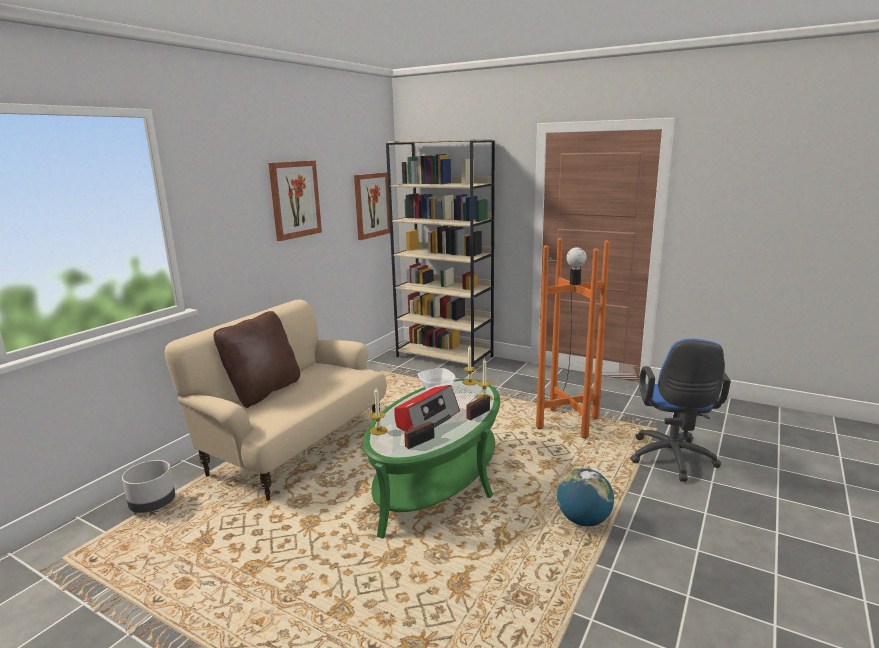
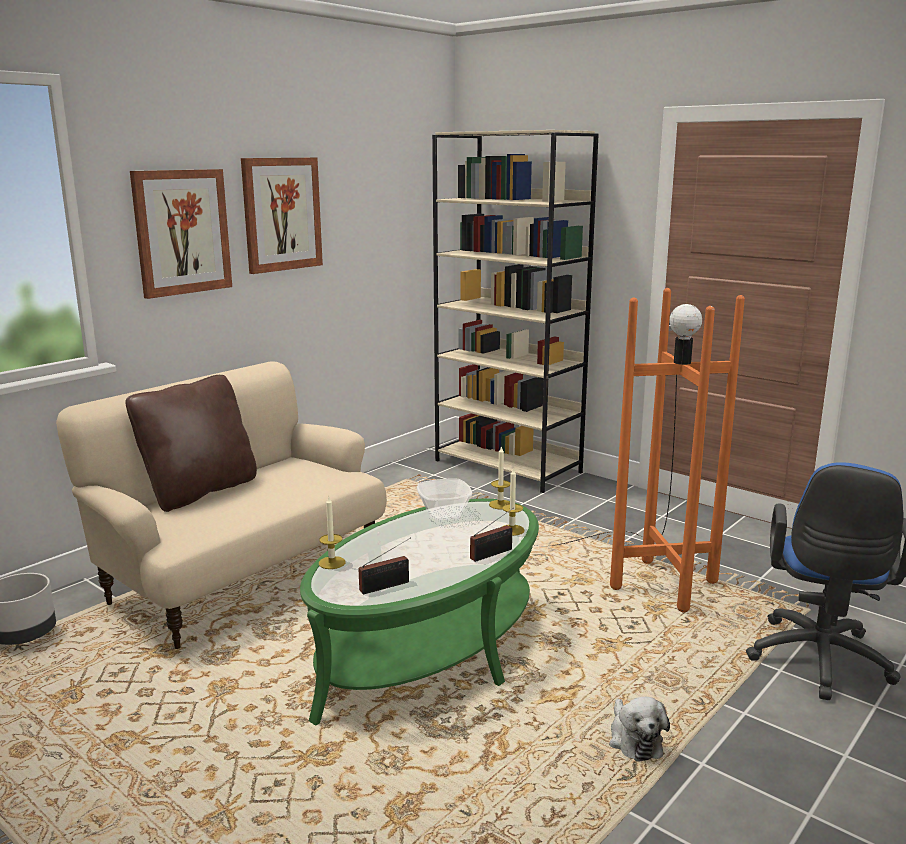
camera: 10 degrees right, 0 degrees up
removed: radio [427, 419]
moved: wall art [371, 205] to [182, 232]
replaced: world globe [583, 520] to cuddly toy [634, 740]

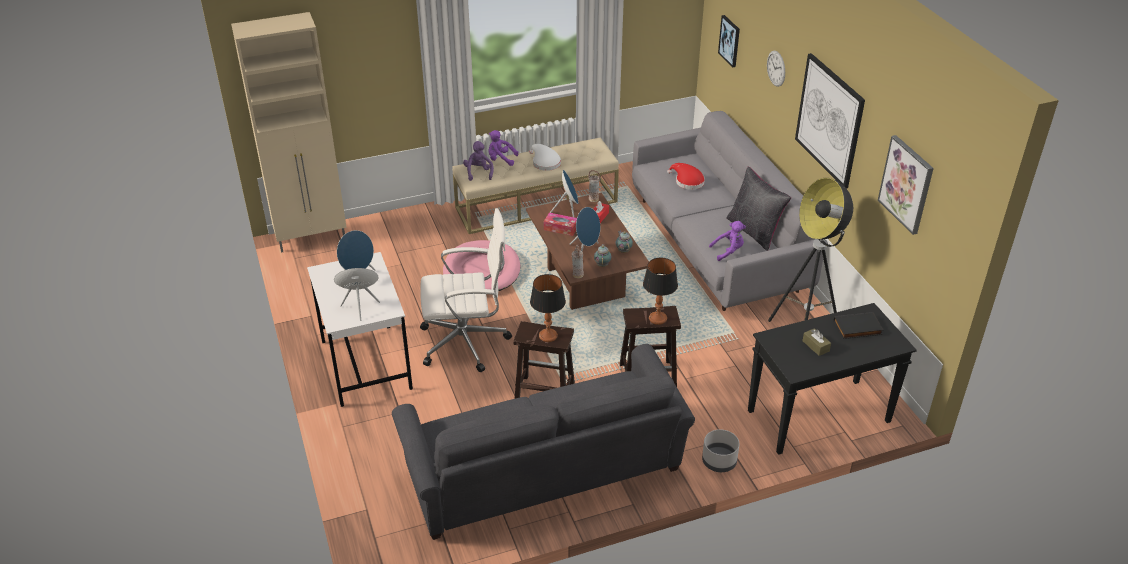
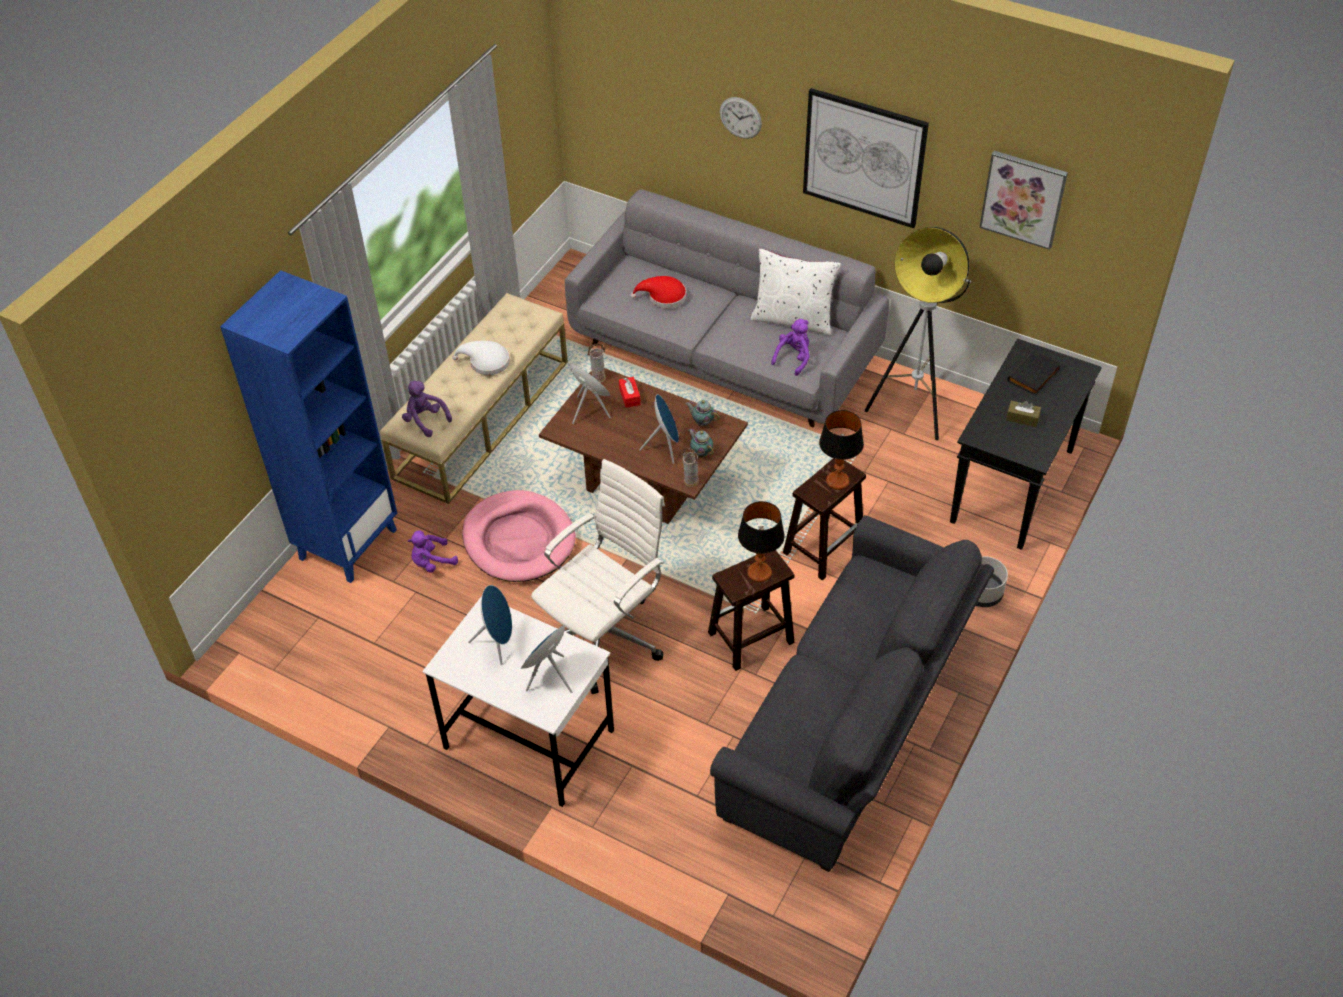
camera: 40 degrees left, 10 degrees up
removed: sand-coloured storage cabinet [312, 238]; box of tissues [561, 228]; wall art [730, 41]
added: blue-coloured bookcase [348, 543]
moved: purple-coloured cuddly toy [501, 159] to [432, 562]
recoloured: black throw pillow [754, 231] to whitish throw pillow [793, 319]

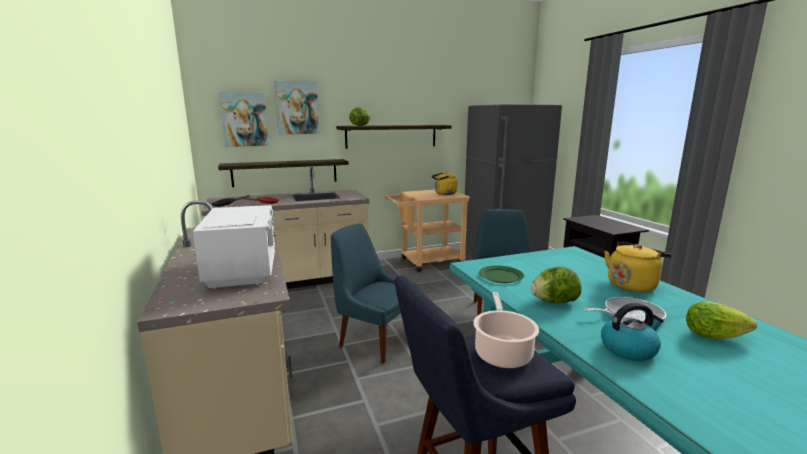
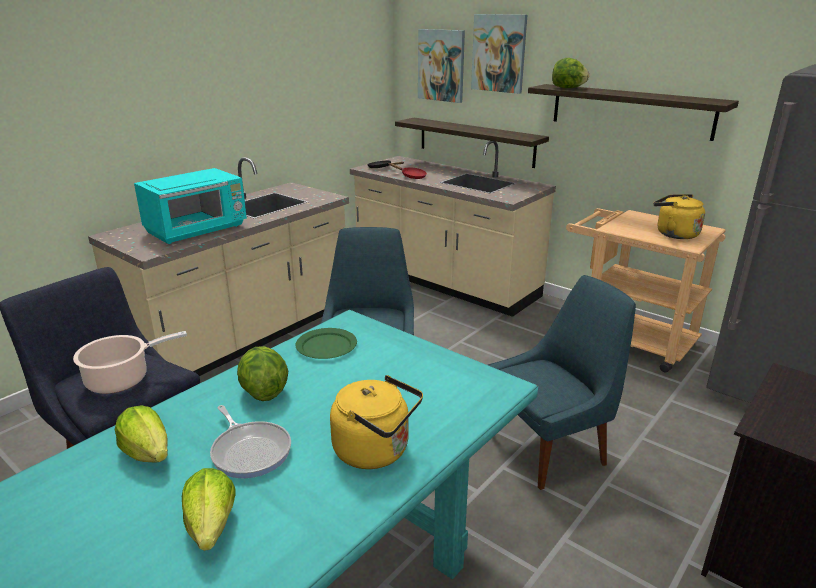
camera: 60 degrees right, 10 degrees up
replaced: tea kettle [629, 349] to head of lettuce [148, 453]
recoloured: whitish kitchen microwave [244, 270] to turquoise kitchen microwave [198, 230]

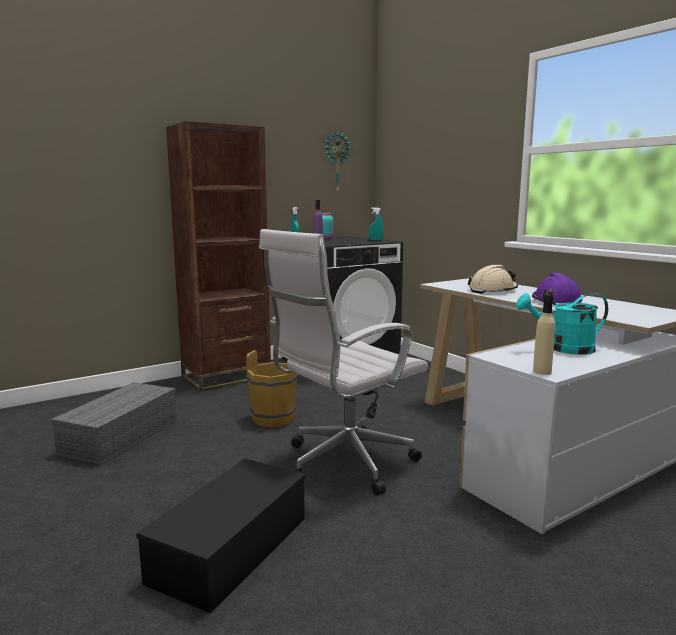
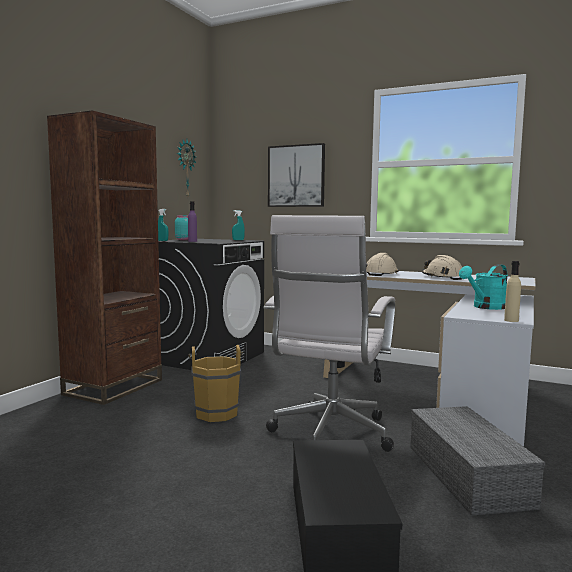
camera: 30 degrees left, 5 degrees down
added: wall art [296, 176]
moved: grey storage container [120, 437] to [470, 475]
recoloured: purple-coloured hard hat [555, 302] to sand-coloured hard hat [442, 277]

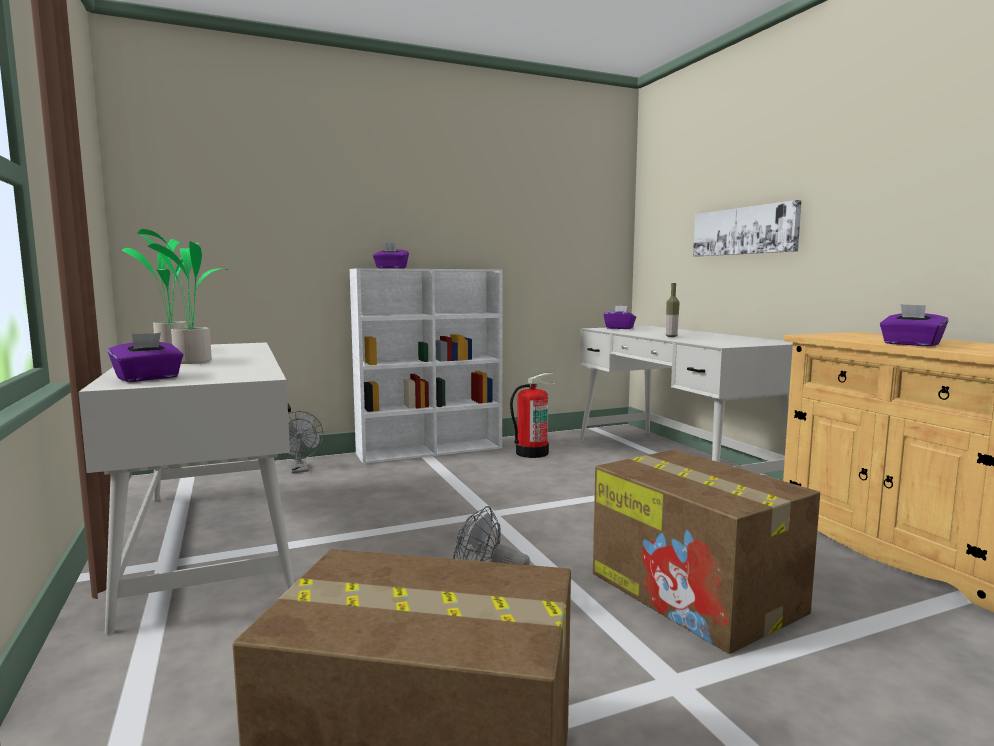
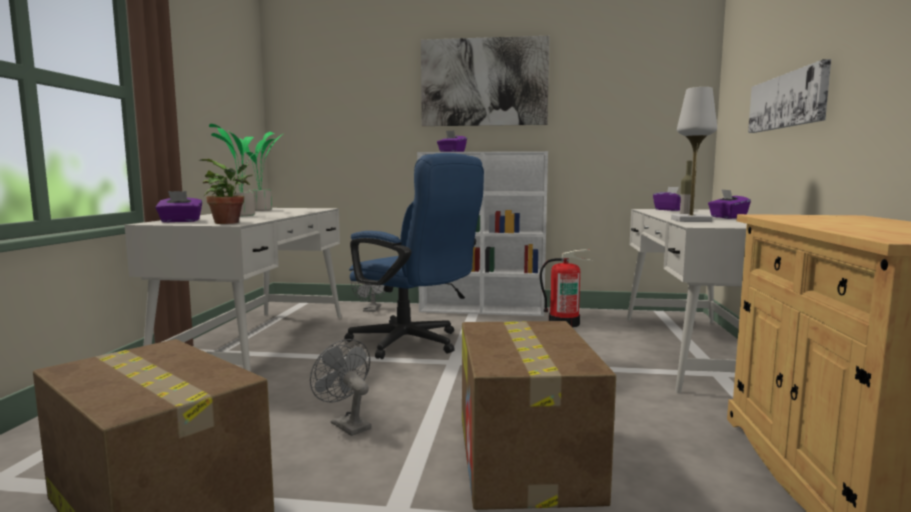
camera: 30 degrees right, 0 degrees up
added: plant in a pot [230, 223]; blue-coloured office chair [413, 344]; wall art [484, 82]; whitish tabletop lamp [691, 220]
moved: purple-coloured box of tissues [910, 344] to [727, 217]

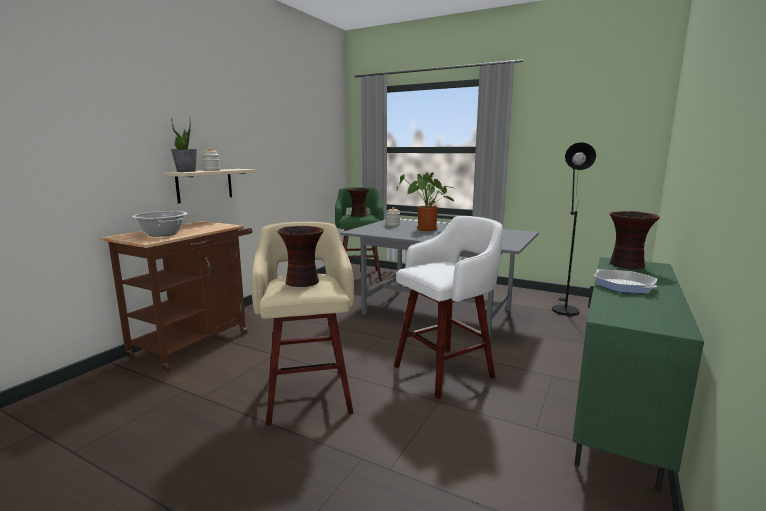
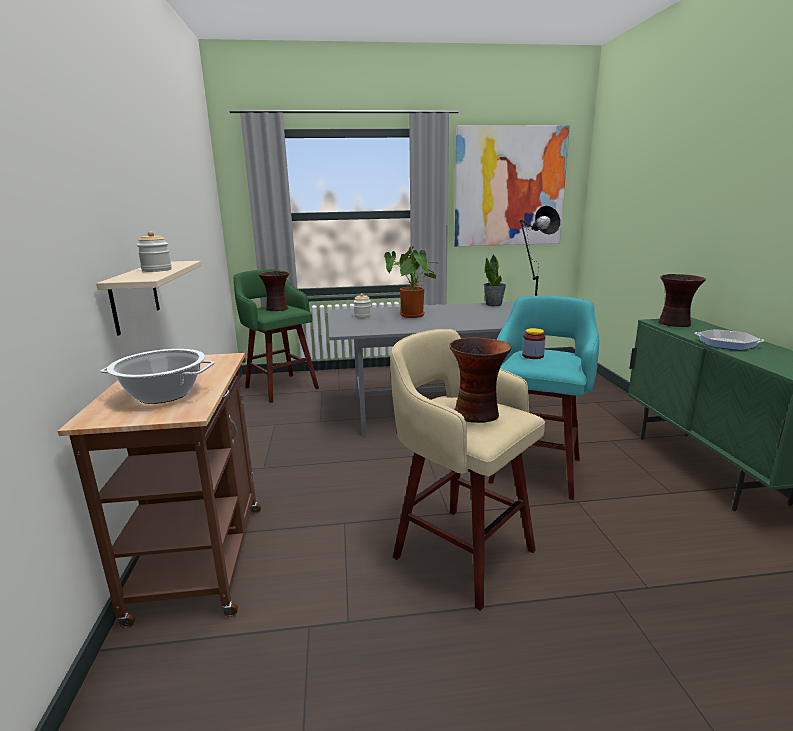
camera: 35 degrees left, 5 degrees up
added: wall art [509, 187]; jar [532, 356]
moved: plant in a pot [186, 171] to [494, 304]
recoloured: whitish stool [446, 371] to turquoise stool [536, 468]

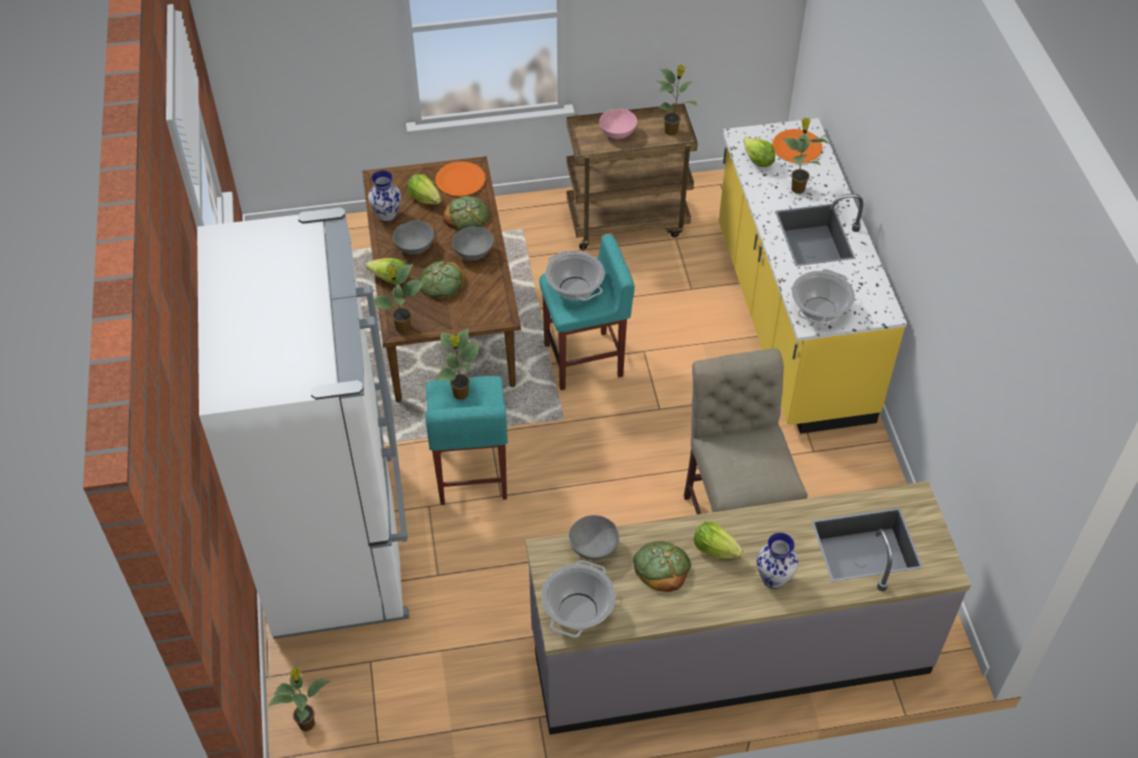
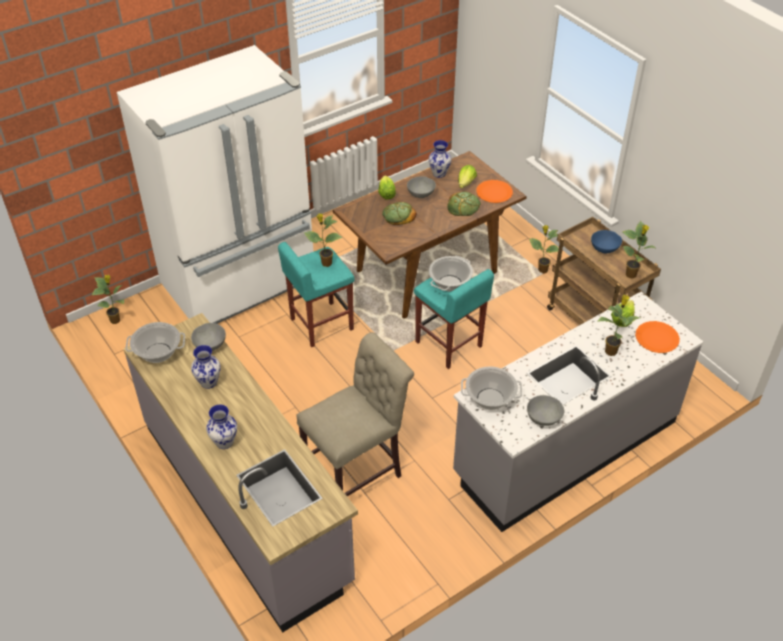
camera: 65 degrees right, 5 degrees down
removed: head of lettuce [715, 549]
moved: grey serving bowl [473, 252] to [543, 418]; plant in a pot [402, 328] to [542, 270]
replaced: bakery bread [661, 567] to flower vase [208, 382]
recoloured: yellowish counter [790, 323] to grey counter [565, 447]; pinkish serving bowl [617, 133] to blue-coloured serving bowl [604, 248]

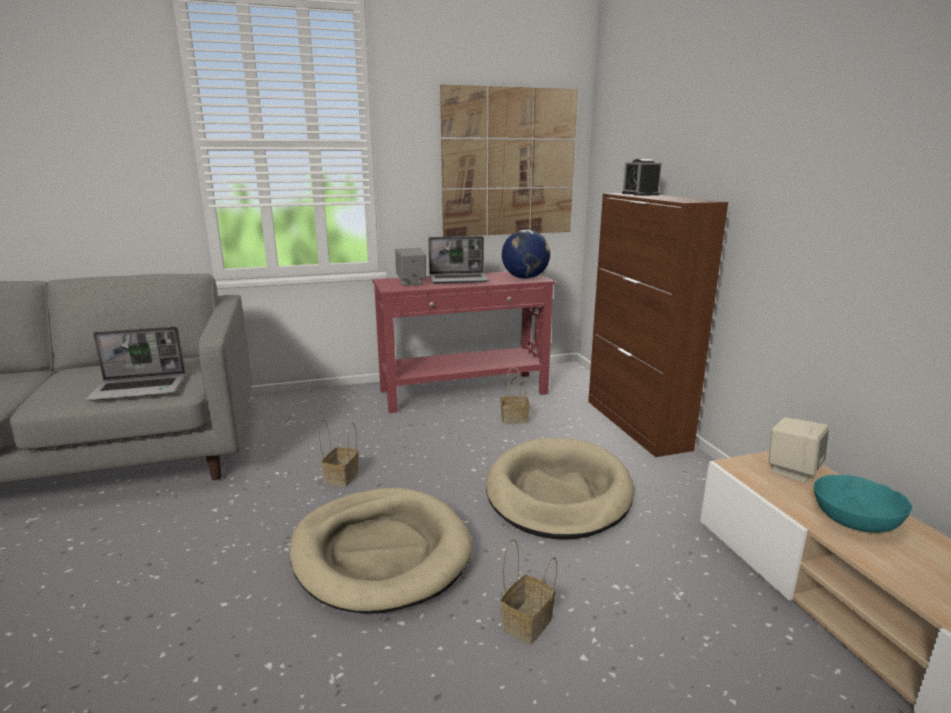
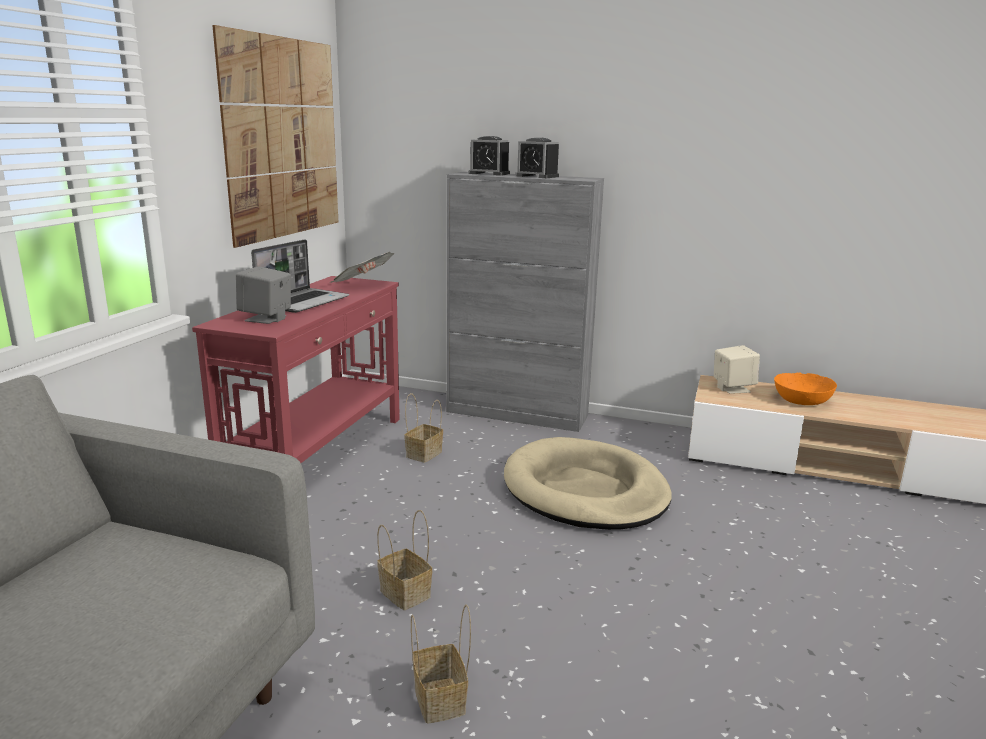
camera: 55 degrees left, 0 degrees up
removed: portable computer [140, 388]; sand-coloured dog cushion [381, 552]
added: alarm clock [537, 176]
moved: basket [527, 624] to [441, 701]
replaced: world globe [525, 278] to daily paper [362, 285]
recoloured: brown-coloured storage cabinet [636, 424] to grey storage cabinet [517, 414]; turquoise serving bowl [854, 518] to orange serving bowl [801, 400]

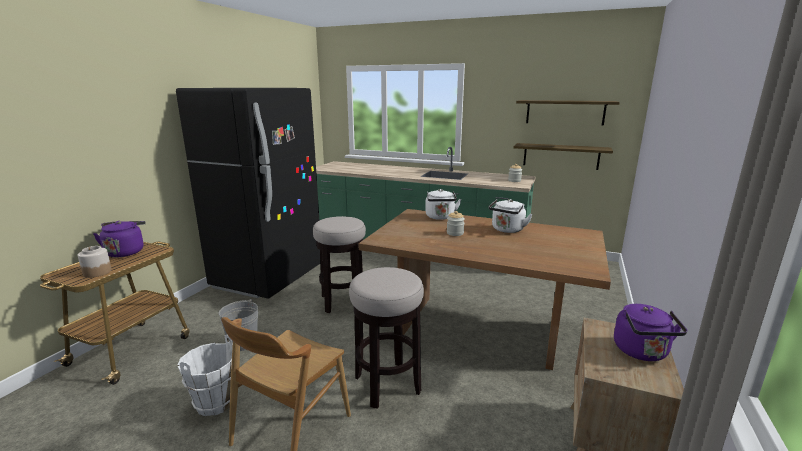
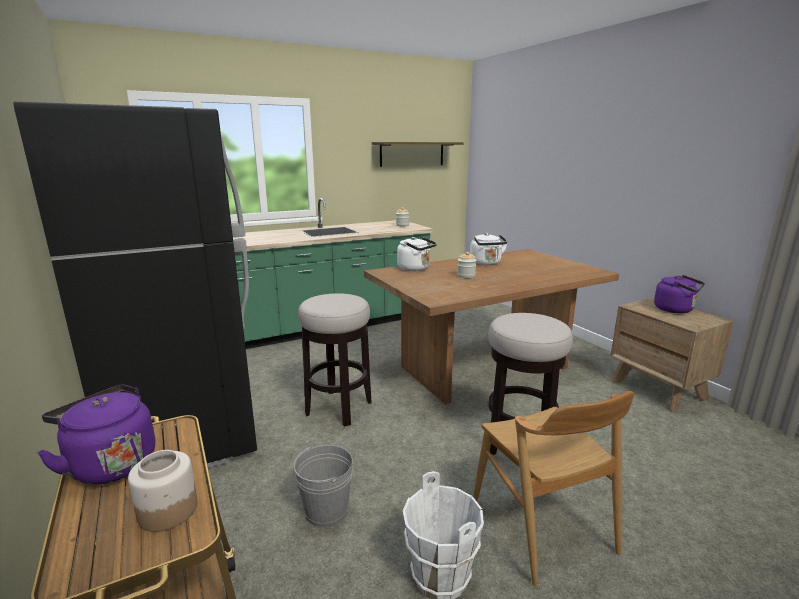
camera: 50 degrees left, 0 degrees up
removed: bracket shelf [560, 156]

